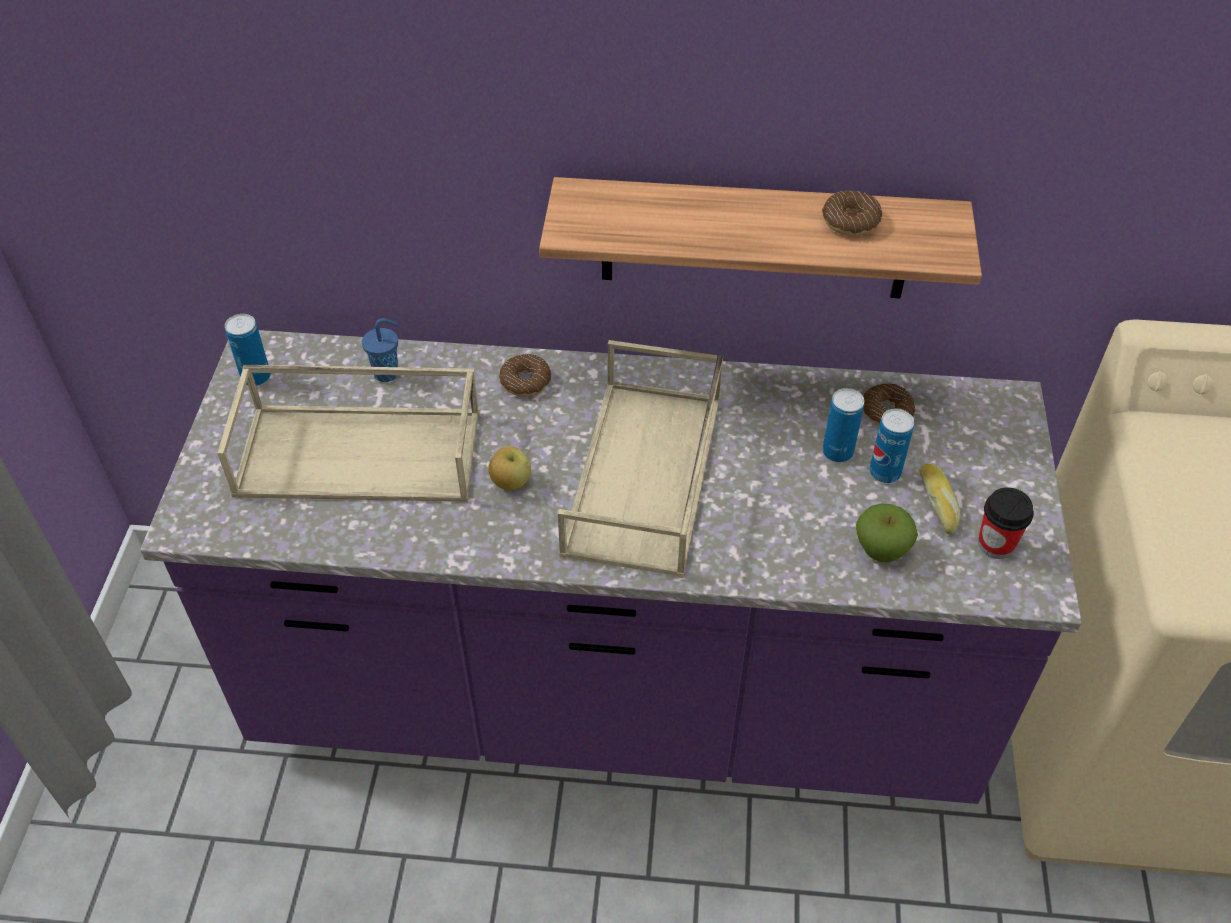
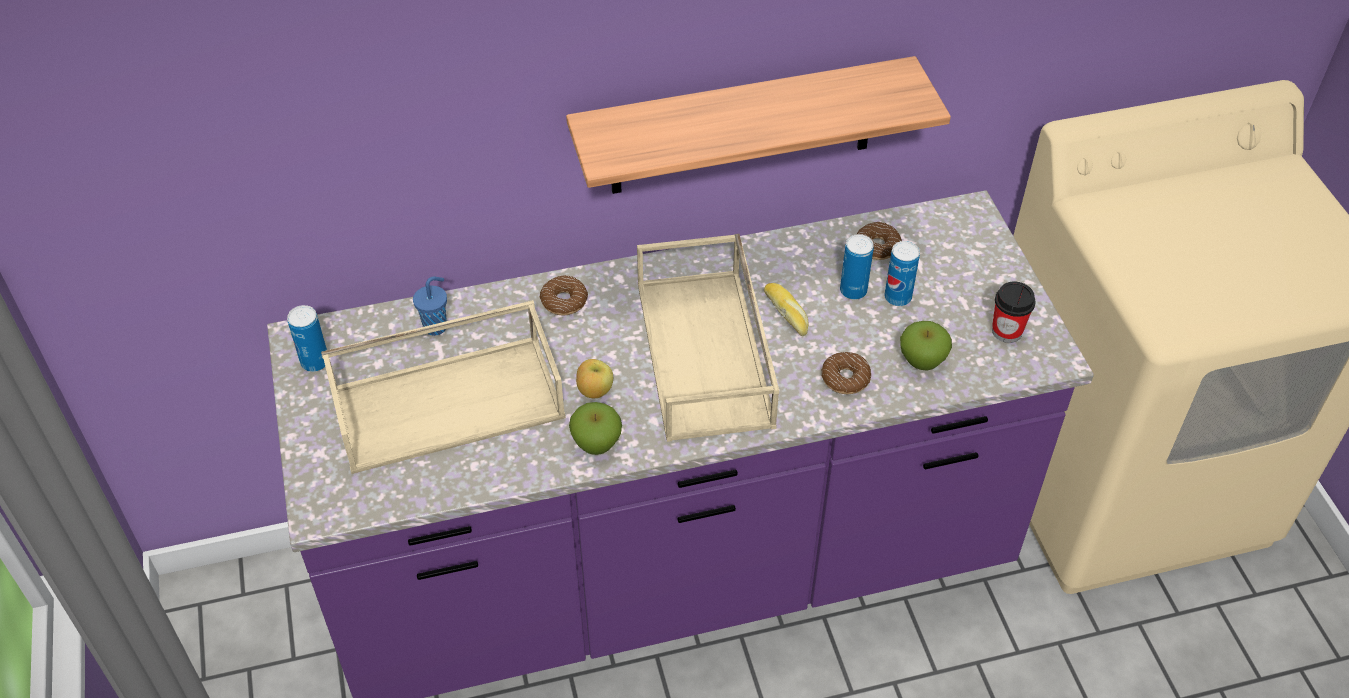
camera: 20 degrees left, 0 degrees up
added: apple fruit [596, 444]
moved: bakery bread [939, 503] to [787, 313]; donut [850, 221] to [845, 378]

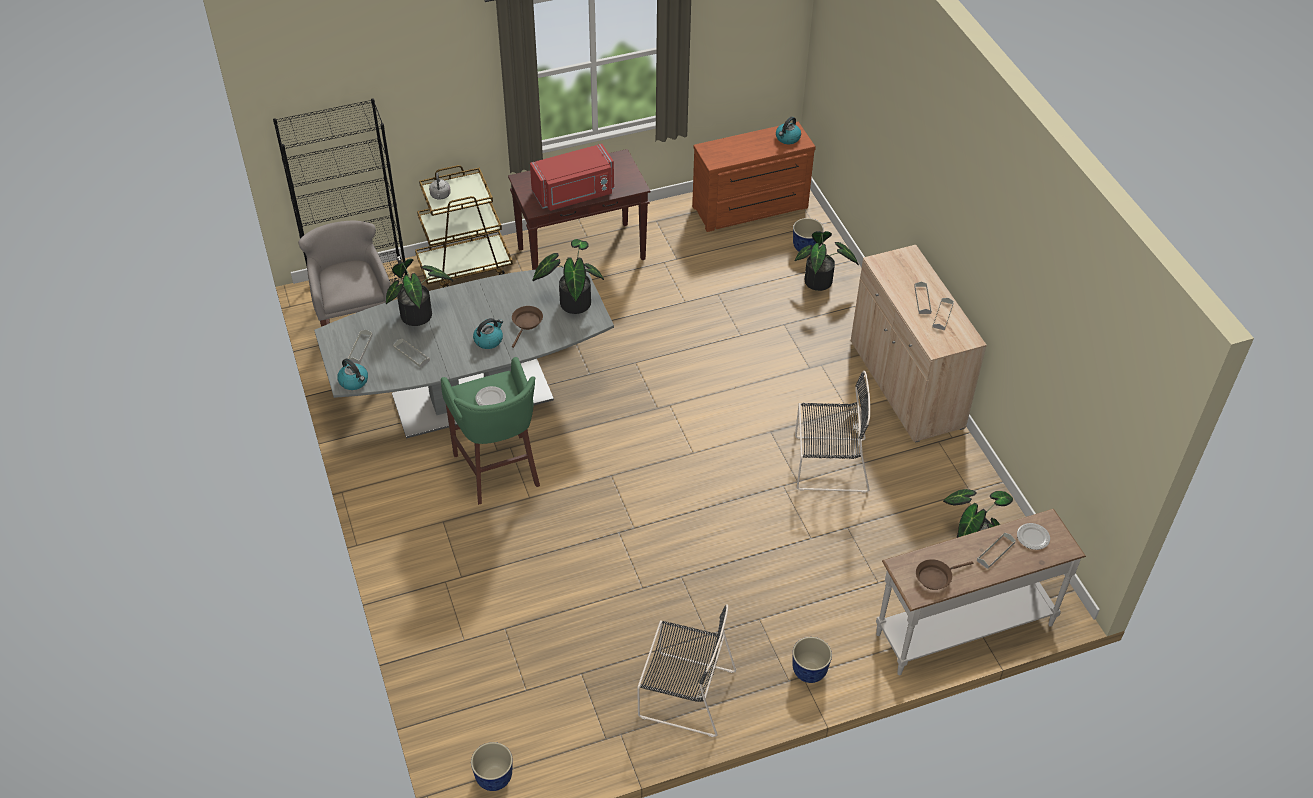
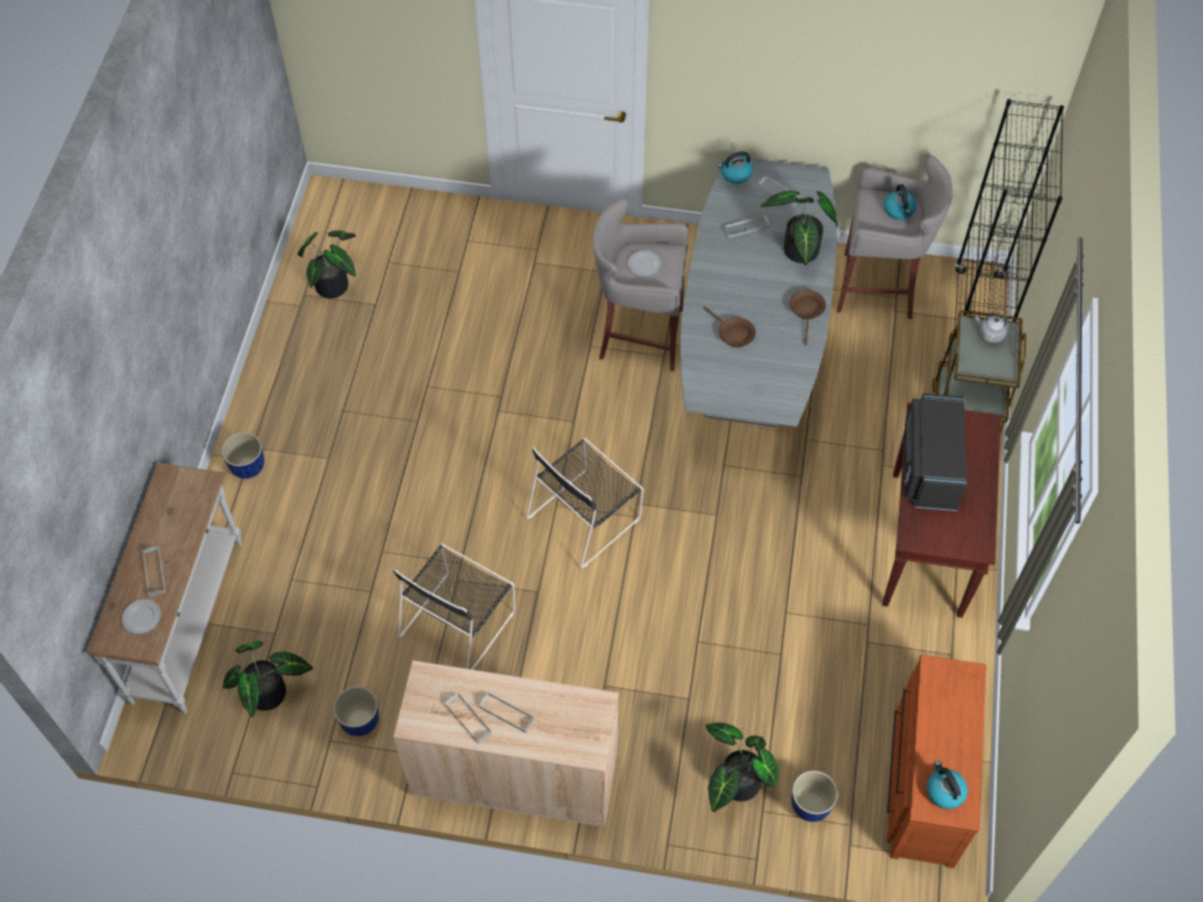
camera: 120 degrees right, 10 degrees up
moved: plant in a pot [572, 302] to [336, 284]; planter [493, 778] to [360, 721]; black chair [683, 693] to [586, 516]; brown-coloured skillet [936, 577] to [807, 311]; tea kettle [488, 340] to [899, 210]
recoloured: green-coloured stool [499, 471] to grey stool [638, 335]; red-coloured kitchen microwave [574, 194] to black kitchen microwave [929, 466]

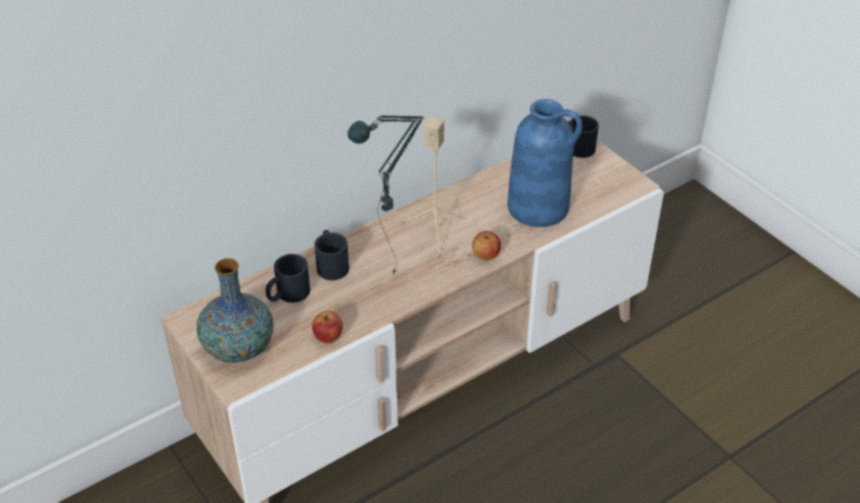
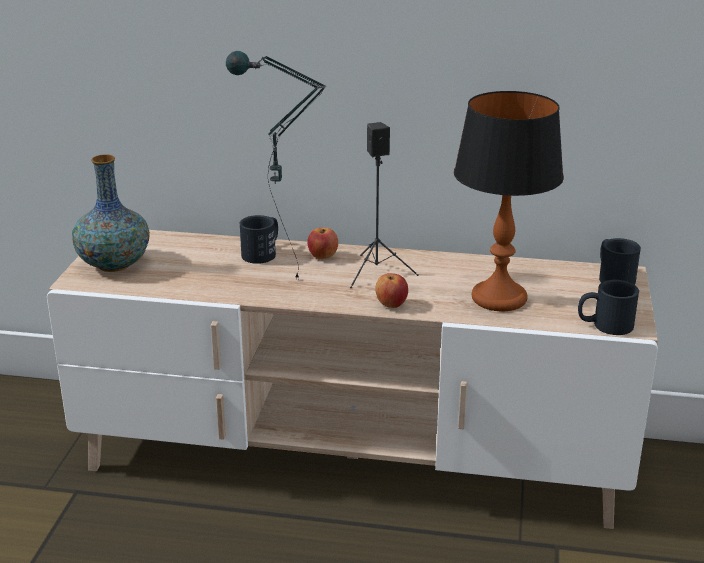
camera: 45 degrees right, 15 degrees down
moved: apple fruit [328, 337] to [322, 256]; black mug [287, 295] to [604, 325]
replaced: blue-coloured flower vase [539, 207] to tabletop lamp [500, 298]
recoloured: sand-coloured loudspeaker [435, 232] to black loudspeaker [377, 272]

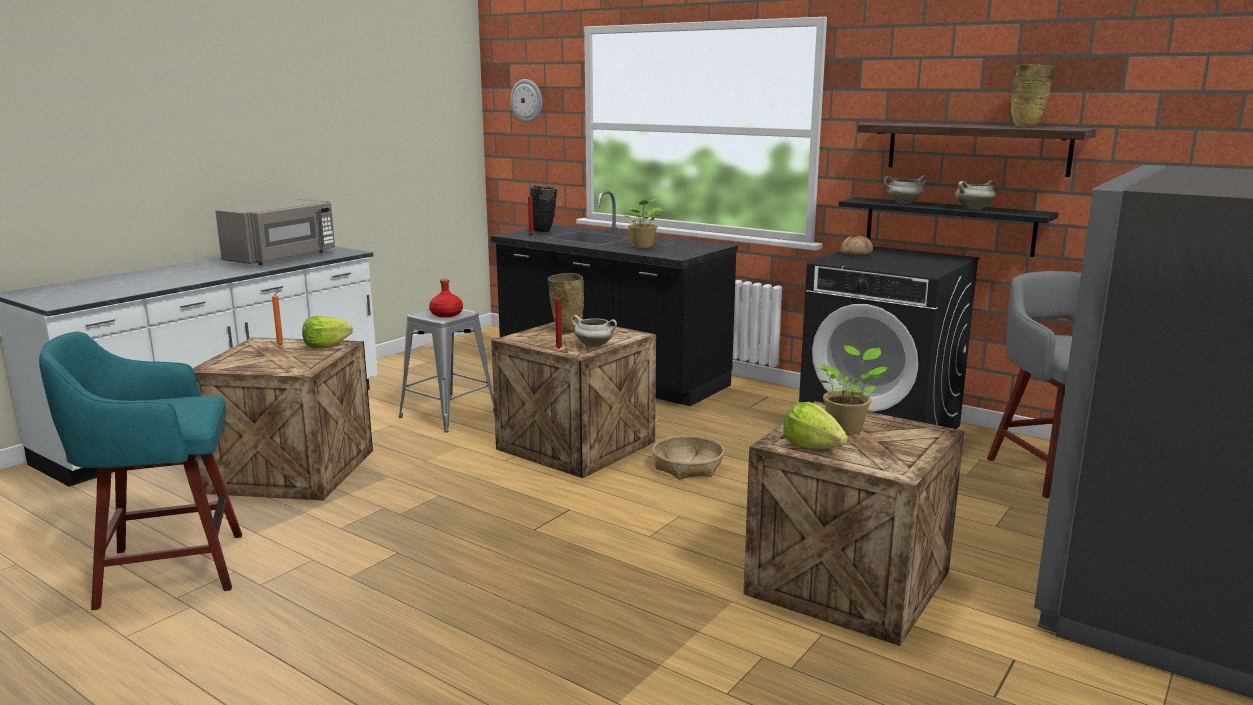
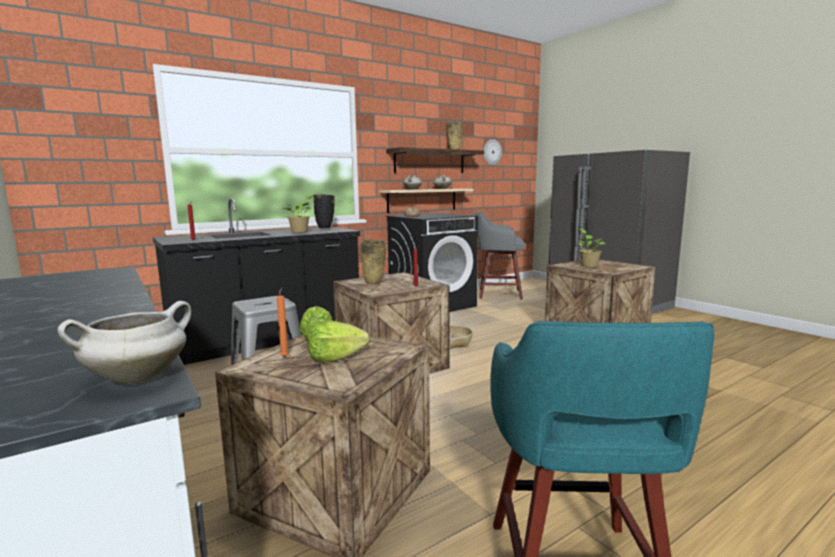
camera: 70 degrees left, 5 degrees down
removed: grey kitchen microwave [283, 258]; red-coloured beverage bottle [446, 314]
moved: whitish cooking pot [594, 346] to [138, 377]; head of lettuce [812, 446] to [335, 358]; black flower vase [544, 231] to [325, 228]; wall clock [527, 100] to [492, 152]
recoloured: black bracket shelf [948, 226] to sand-coloured bracket shelf [422, 200]

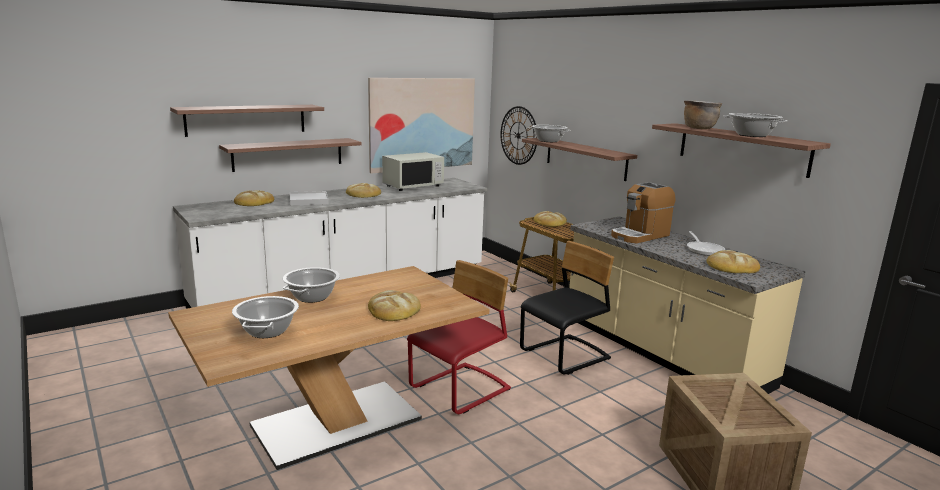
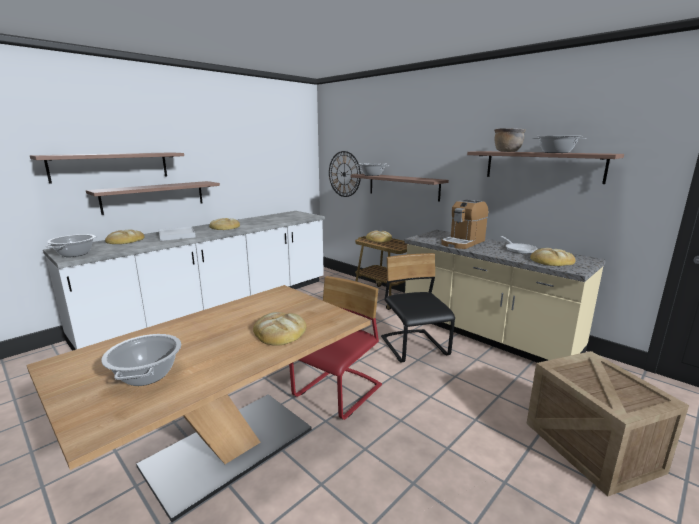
camera: 10 degrees left, 0 degrees up
removed: wall art [422, 124]; whitish kitchen microwave [413, 186]
moved: cooking pot [312, 297] to [75, 254]
turned: black chair [565, 356] = [414, 347] 60 degrees counterclockwise

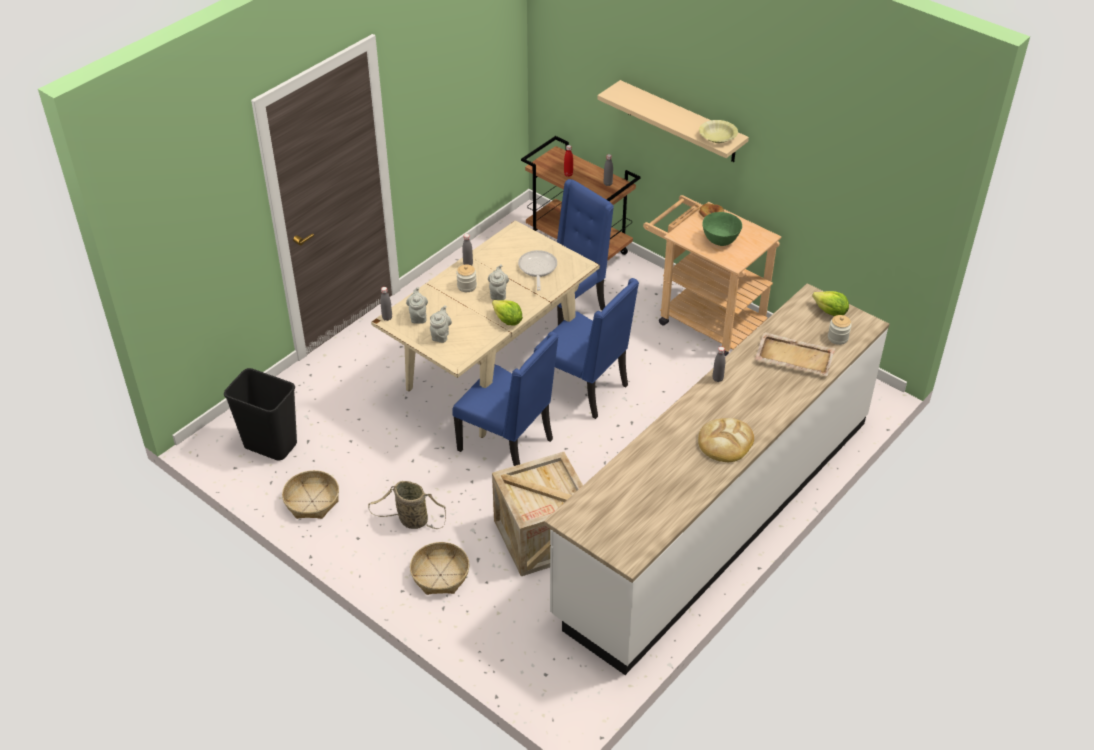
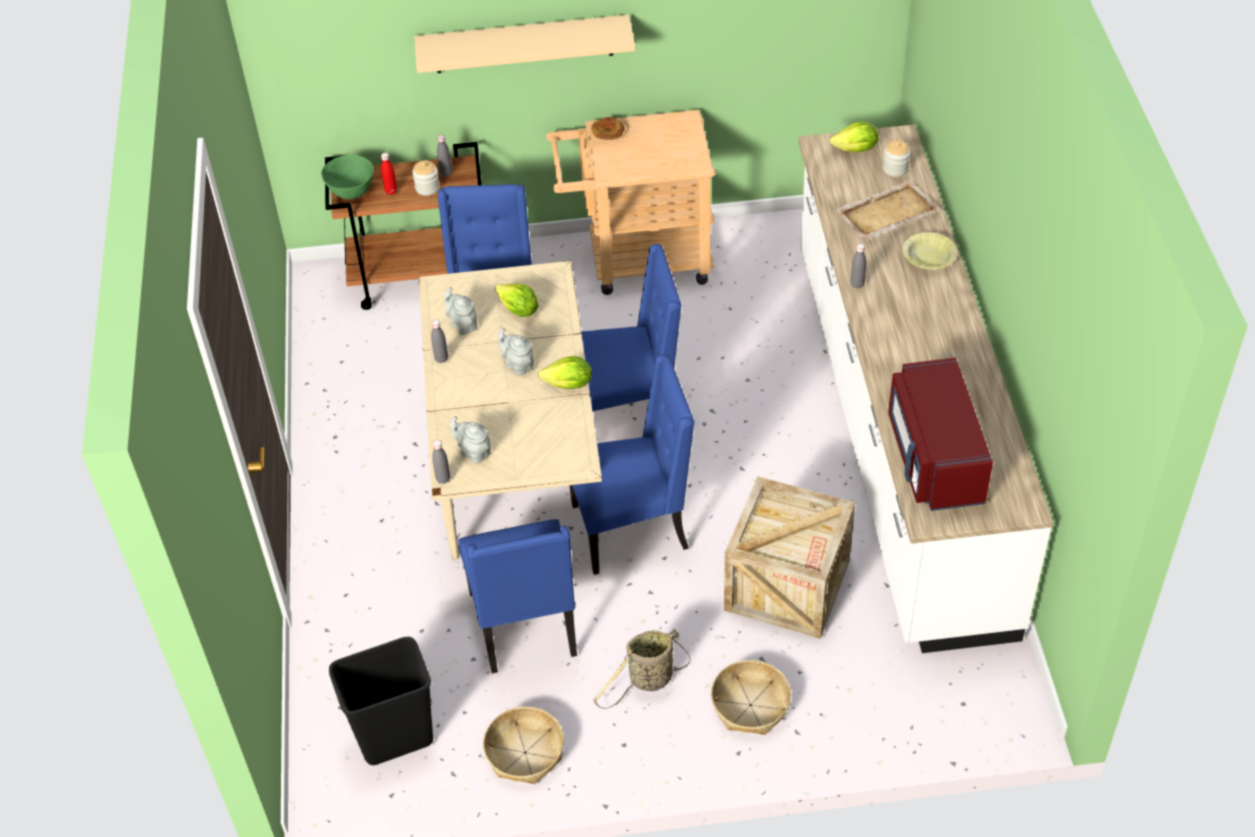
camera: 45 degrees left, 5 degrees up
removed: bakery bread [725, 442]
added: blue-coloured chair [526, 626]; red-coloured kitchen microwave [934, 458]
moved: green-coloured serving bowl [720, 241] to [352, 192]; jar [467, 286] to [427, 188]; grey teapot [440, 335] to [462, 324]; yellowish serving bowl [717, 137] to [928, 258]
replaced: skillet [537, 269] to head of lettuce [518, 310]

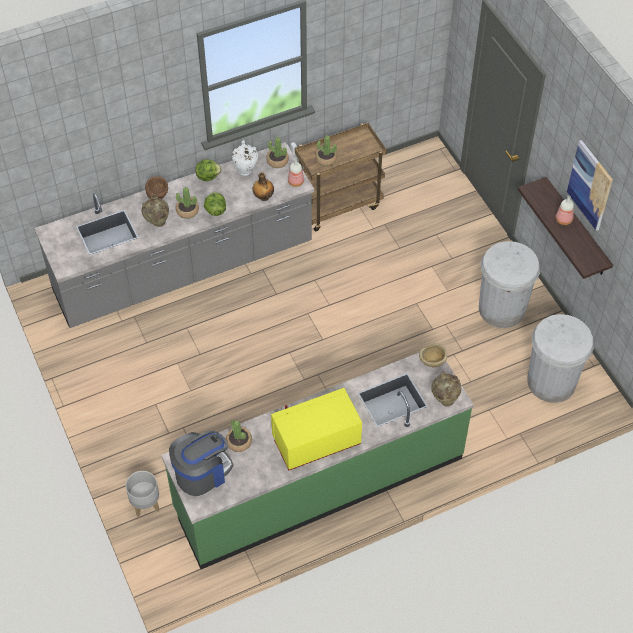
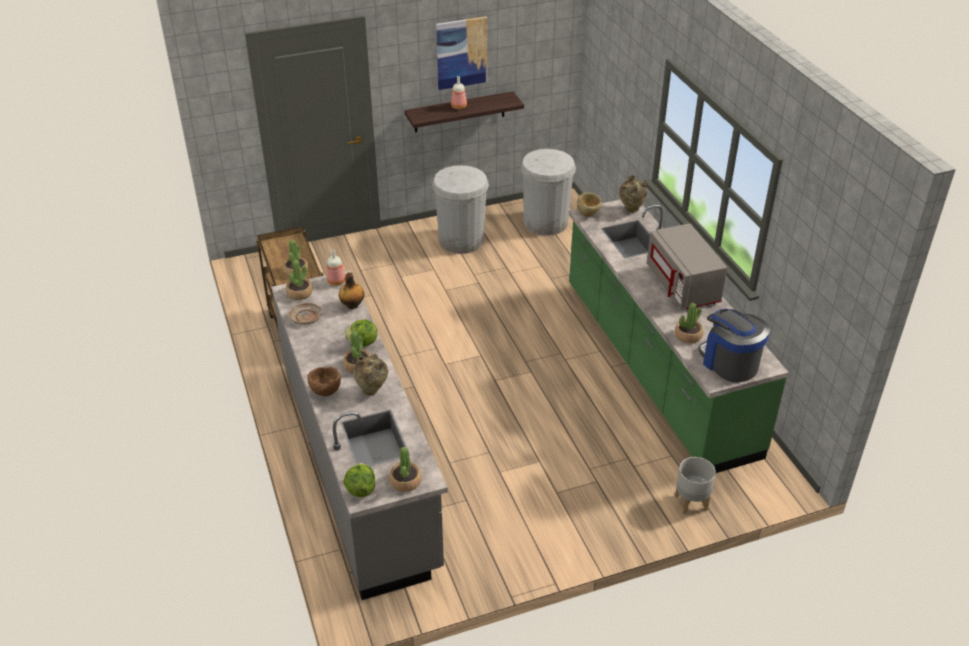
camera: 85 degrees left, 15 degrees down
added: plant in a pot [405, 481]
moved: head of lettuce [208, 176] to [360, 489]
replaced: whitish flower vase [245, 170] to sand-coloured dinner plate [306, 317]
recoloured: yellowish kitchen microwave [316, 442] to grey kitchen microwave [683, 285]

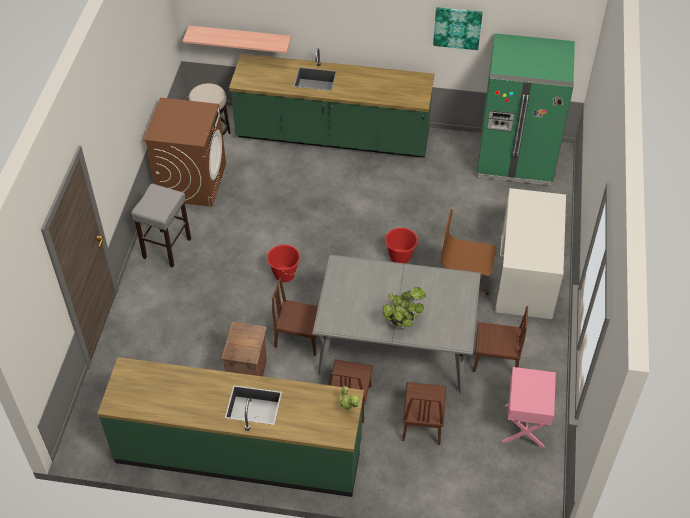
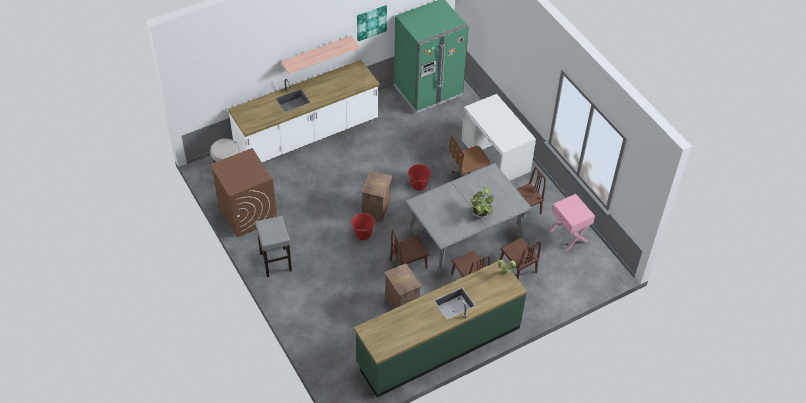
camera: 40 degrees left, 0 degrees up
added: crate [376, 209]
moved: bracket shelf [240, 38] to [316, 54]
recoloured: green-coloured counter [332, 137] to whitish counter [307, 135]

